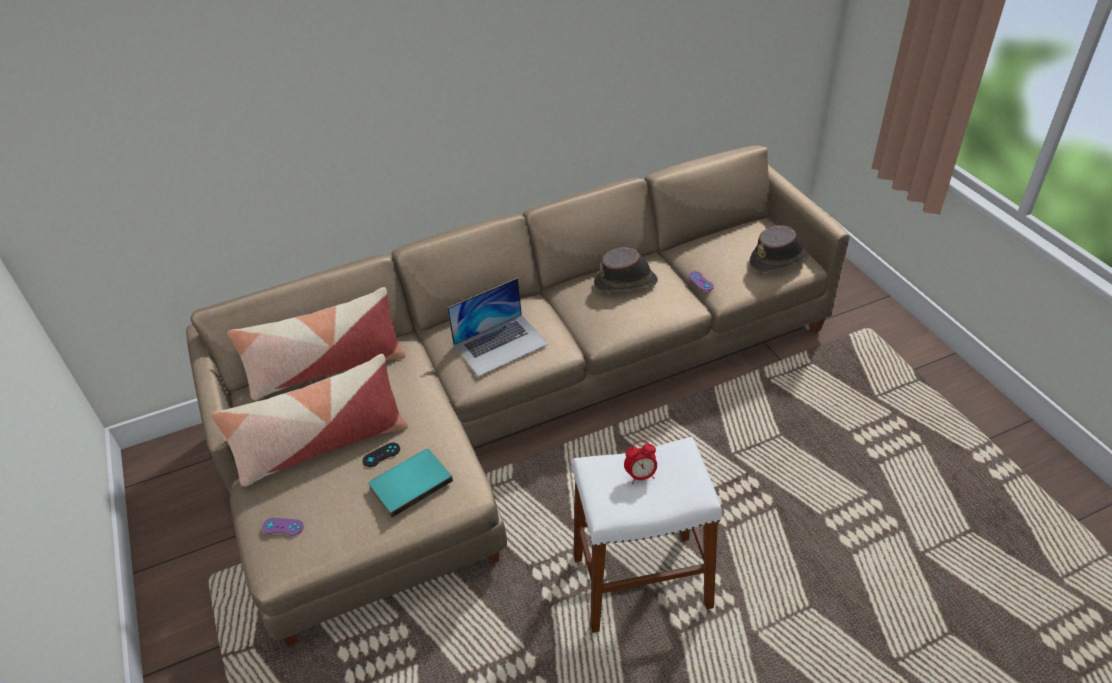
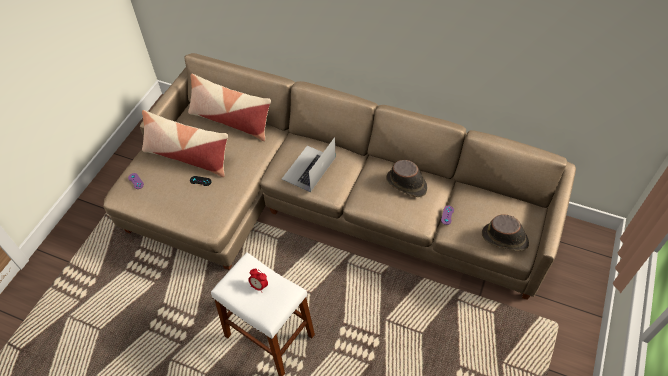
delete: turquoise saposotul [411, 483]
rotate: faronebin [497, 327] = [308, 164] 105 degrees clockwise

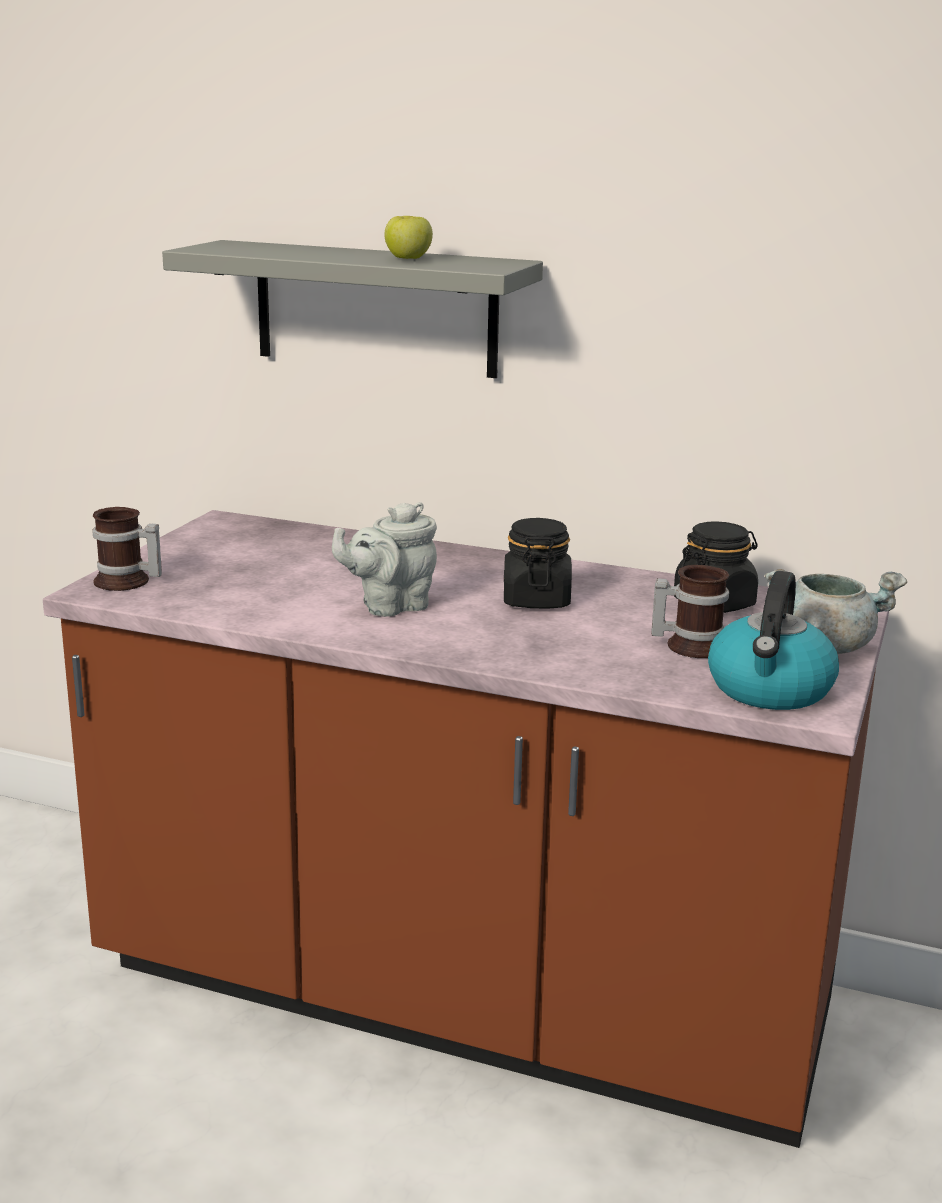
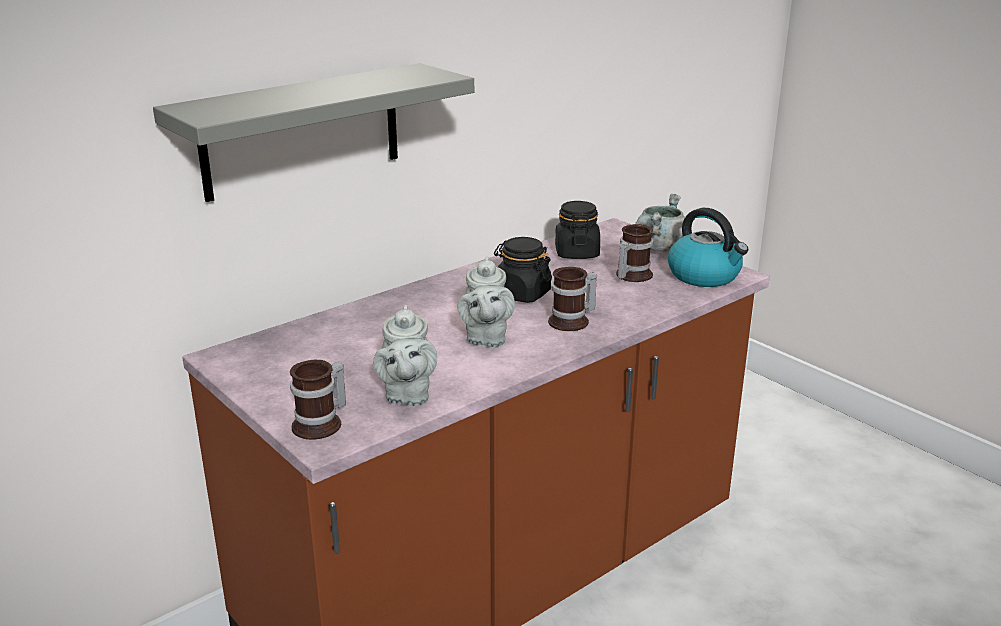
delete: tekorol [408, 237]
insert: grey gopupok [405, 355]; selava [572, 299]

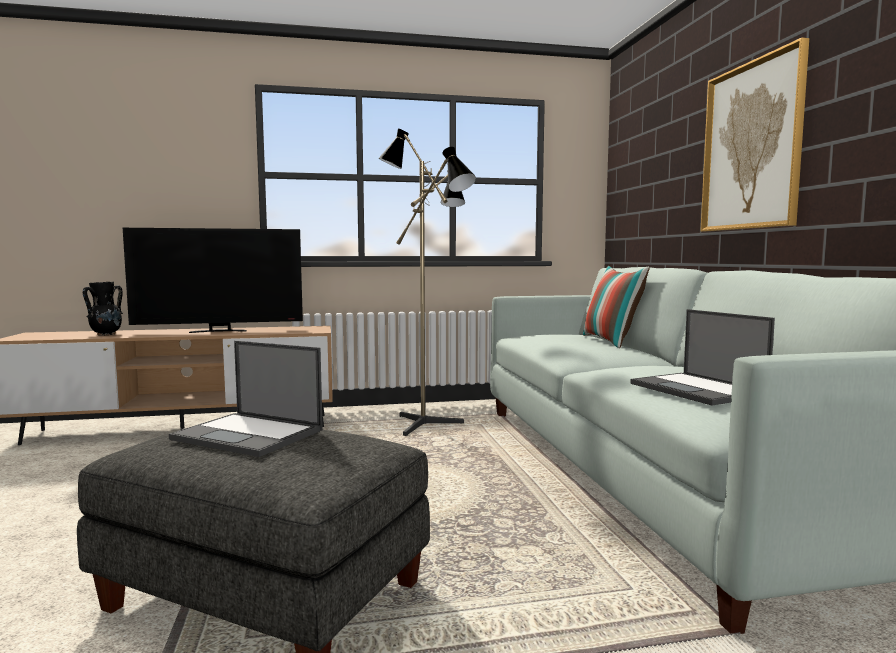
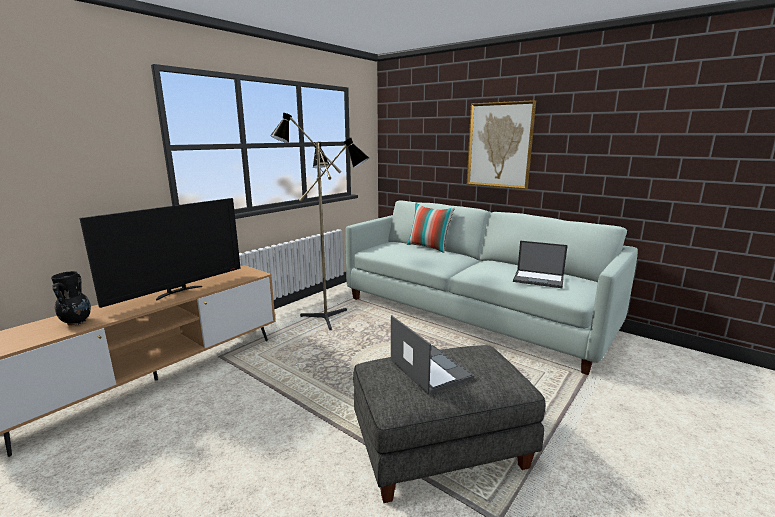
rotate: faronebin [246, 399] = [432, 355] 105 degrees counterclockwise

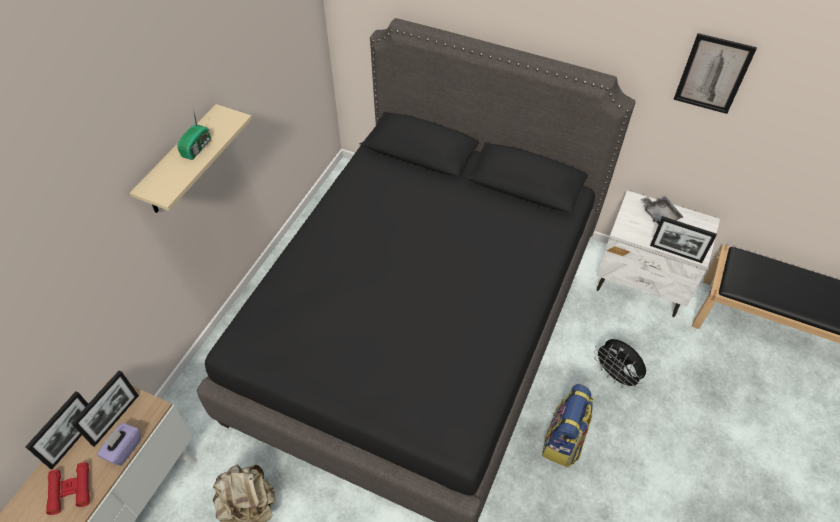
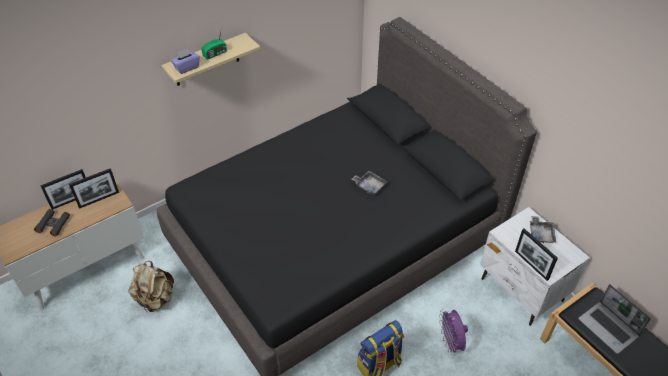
delete: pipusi [715, 73]
insert: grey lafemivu [370, 183]; faronebin [614, 319]
move: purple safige [119, 444] to [185, 61]
recolor: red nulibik [68, 488] to black nulibik [52, 222]; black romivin [620, 364] to purple romivin [453, 332]

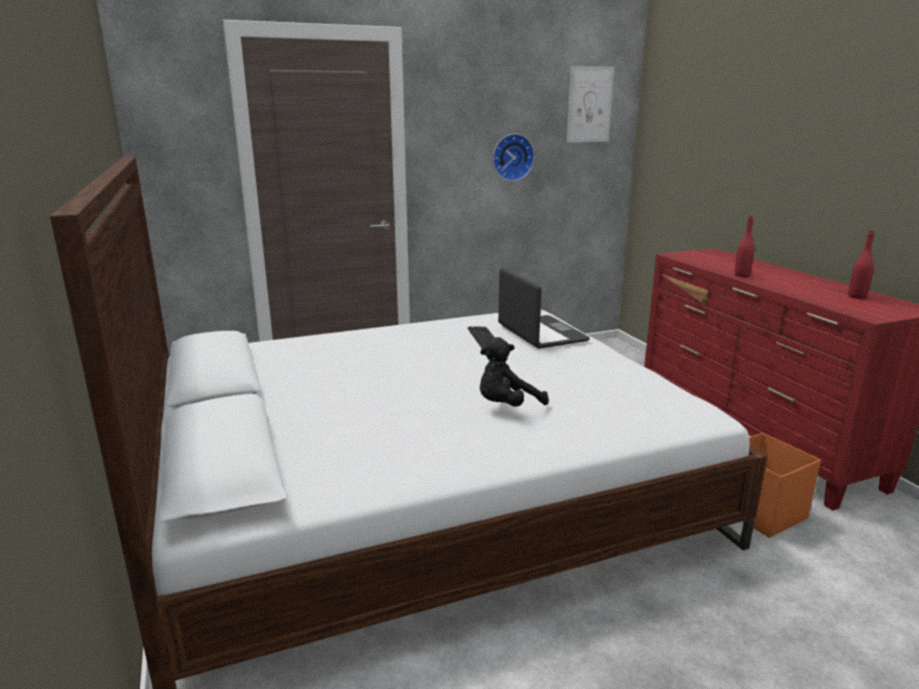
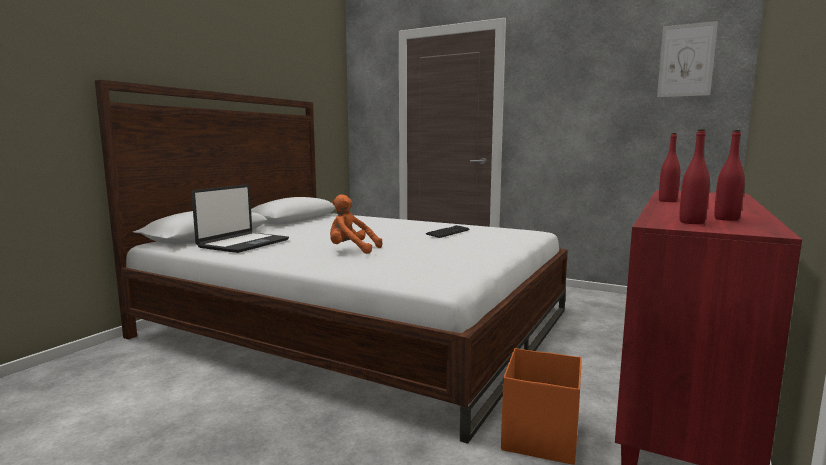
delete: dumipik [513, 157]
insert: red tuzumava [694, 176]
move: faronebin [544, 308] to [240, 218]
recolor: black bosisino [514, 372] to orange bosisino [356, 224]

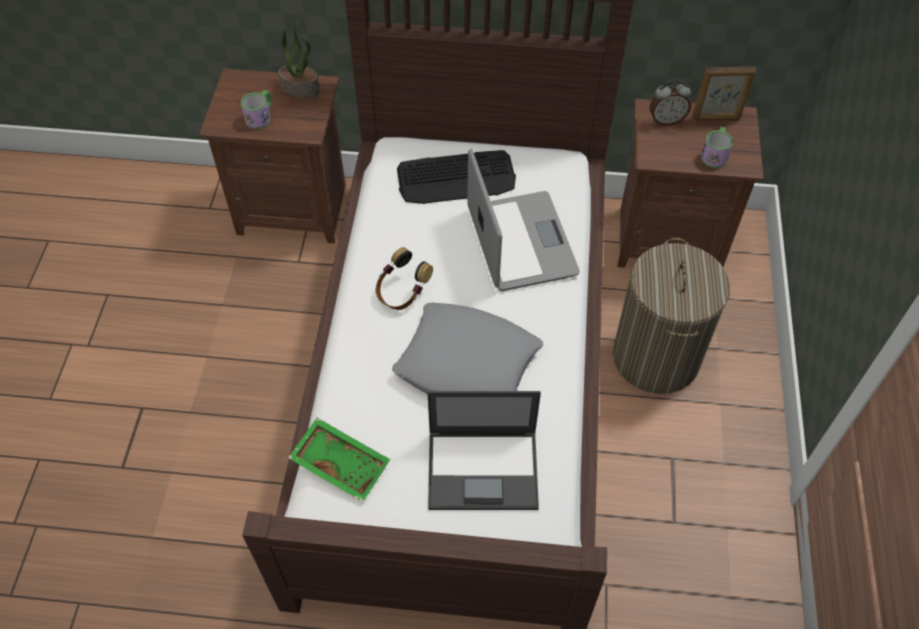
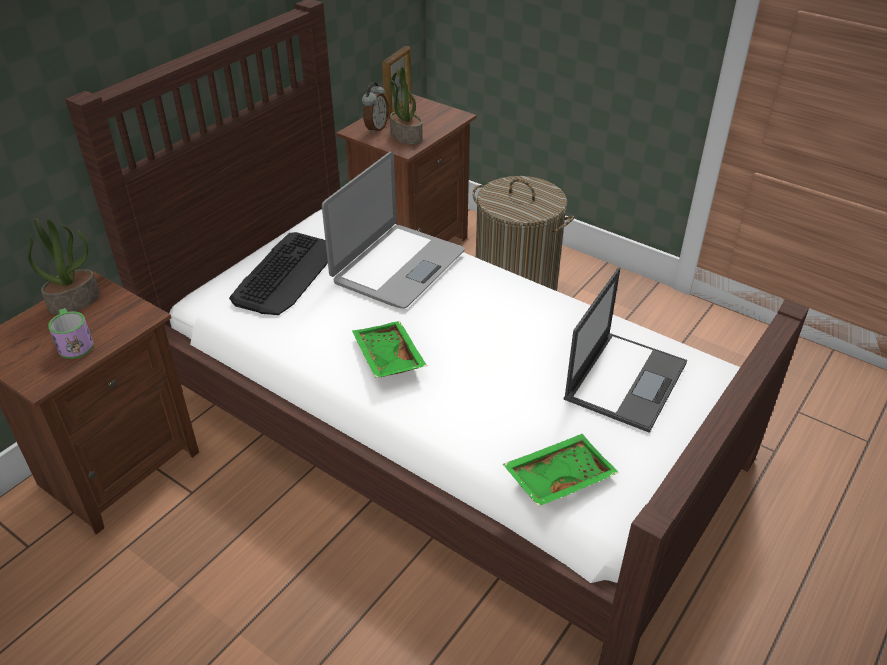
delete: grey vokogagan [467, 348]; selava [717, 147]
insert: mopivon [406, 105]
replace: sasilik [404, 278] to green lafemivu [389, 349]
rotate: faronebin [523, 220] = [393, 230] 105 degrees clockwise

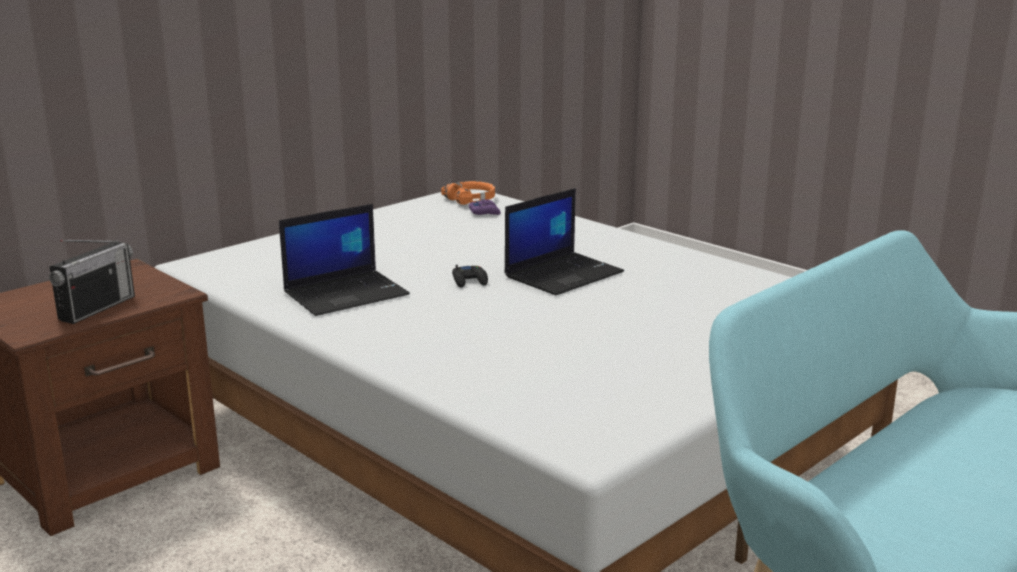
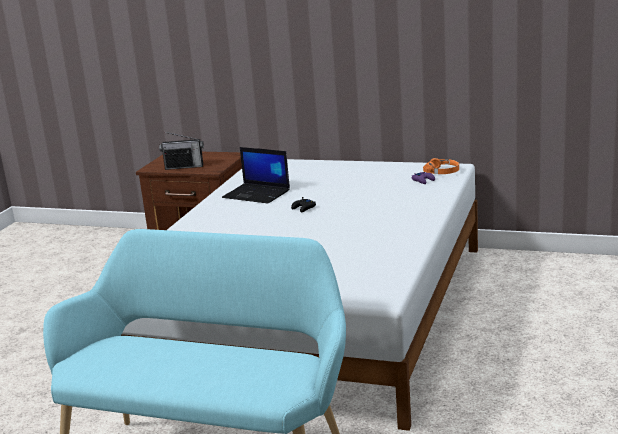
delete: faronebin [564, 241]

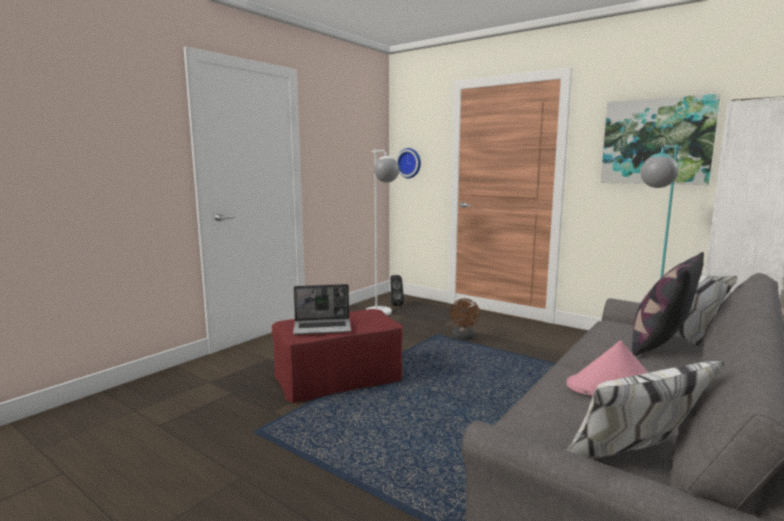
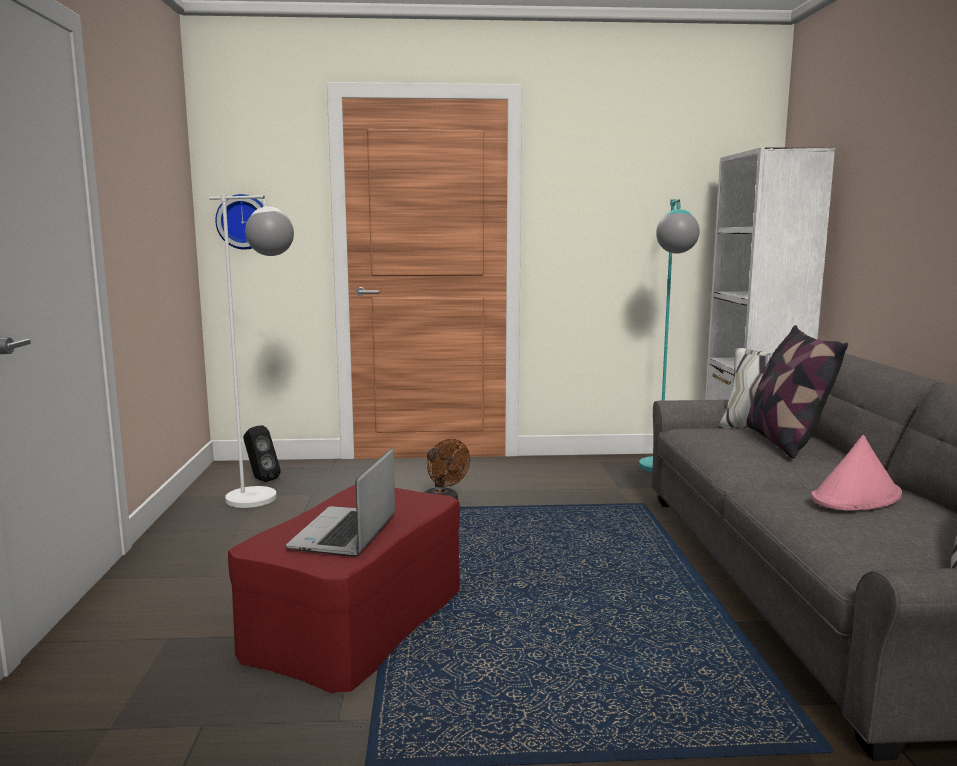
delete: pipusi [661, 139]
rotate: faronebin [322, 309] = [340, 502] 150 degrees clockwise

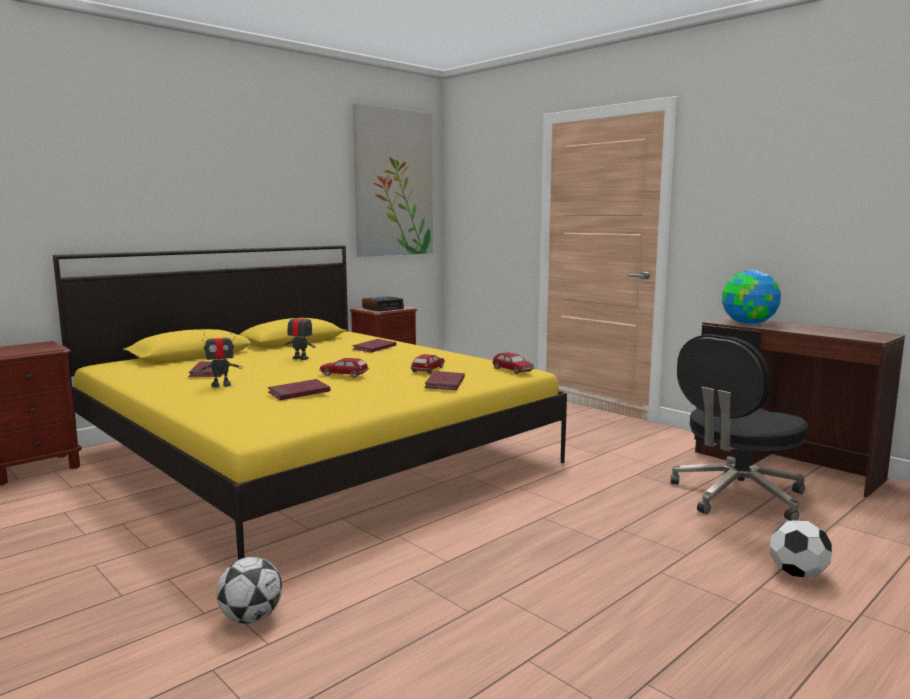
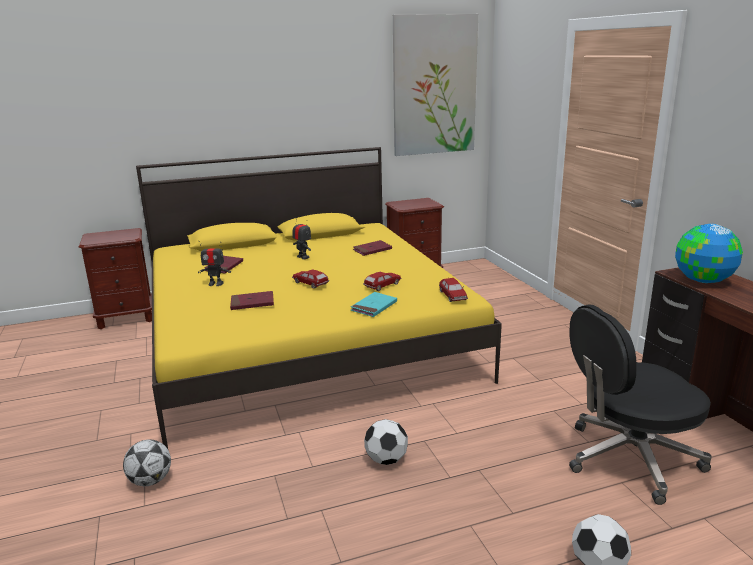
delete: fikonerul [383, 303]
insert: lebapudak [386, 442]
recolor: red saposotul [444, 380] to turquoise saposotul [374, 304]

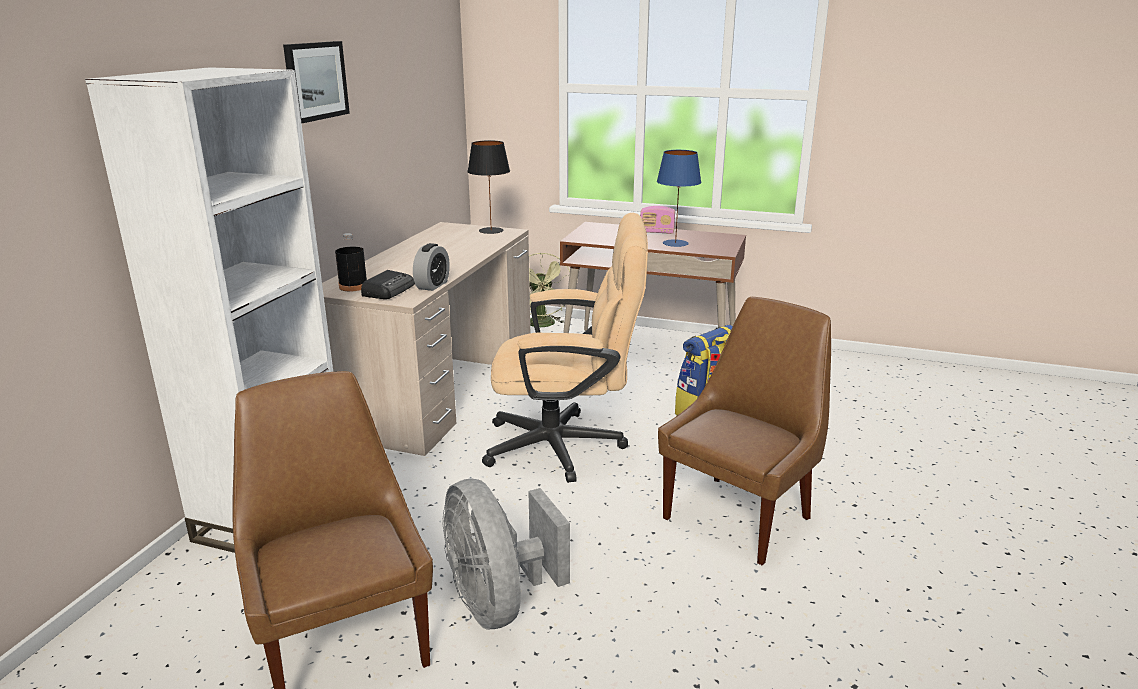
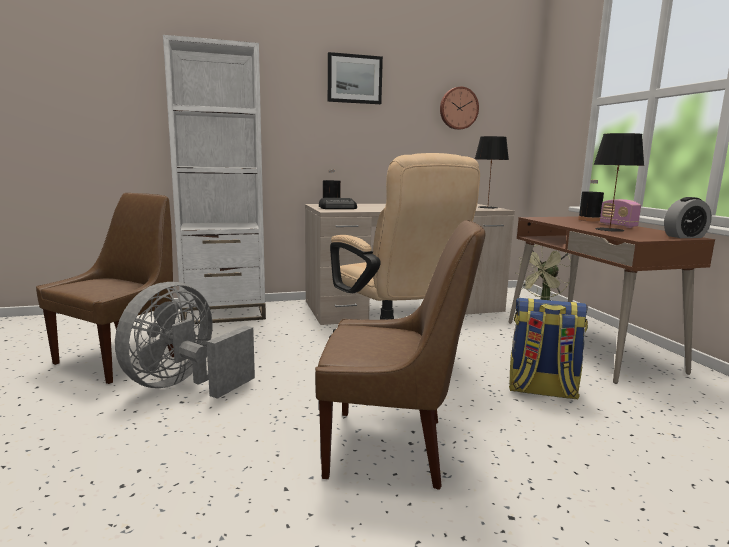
insert: dumipik [459, 108]; black tuzumava [591, 200]
move: fikonerul [431, 267] to [688, 217]
recolor: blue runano [679, 198] to black runano [618, 182]

